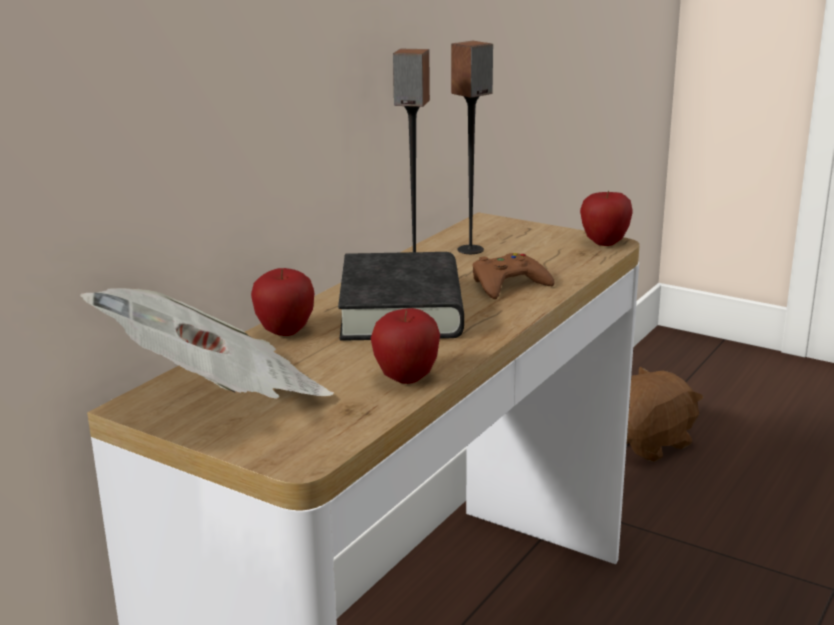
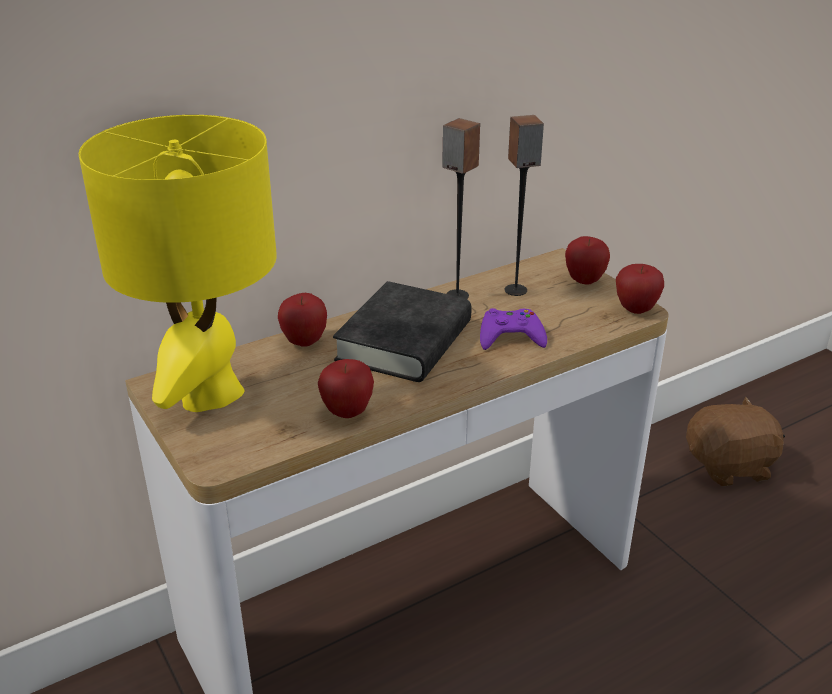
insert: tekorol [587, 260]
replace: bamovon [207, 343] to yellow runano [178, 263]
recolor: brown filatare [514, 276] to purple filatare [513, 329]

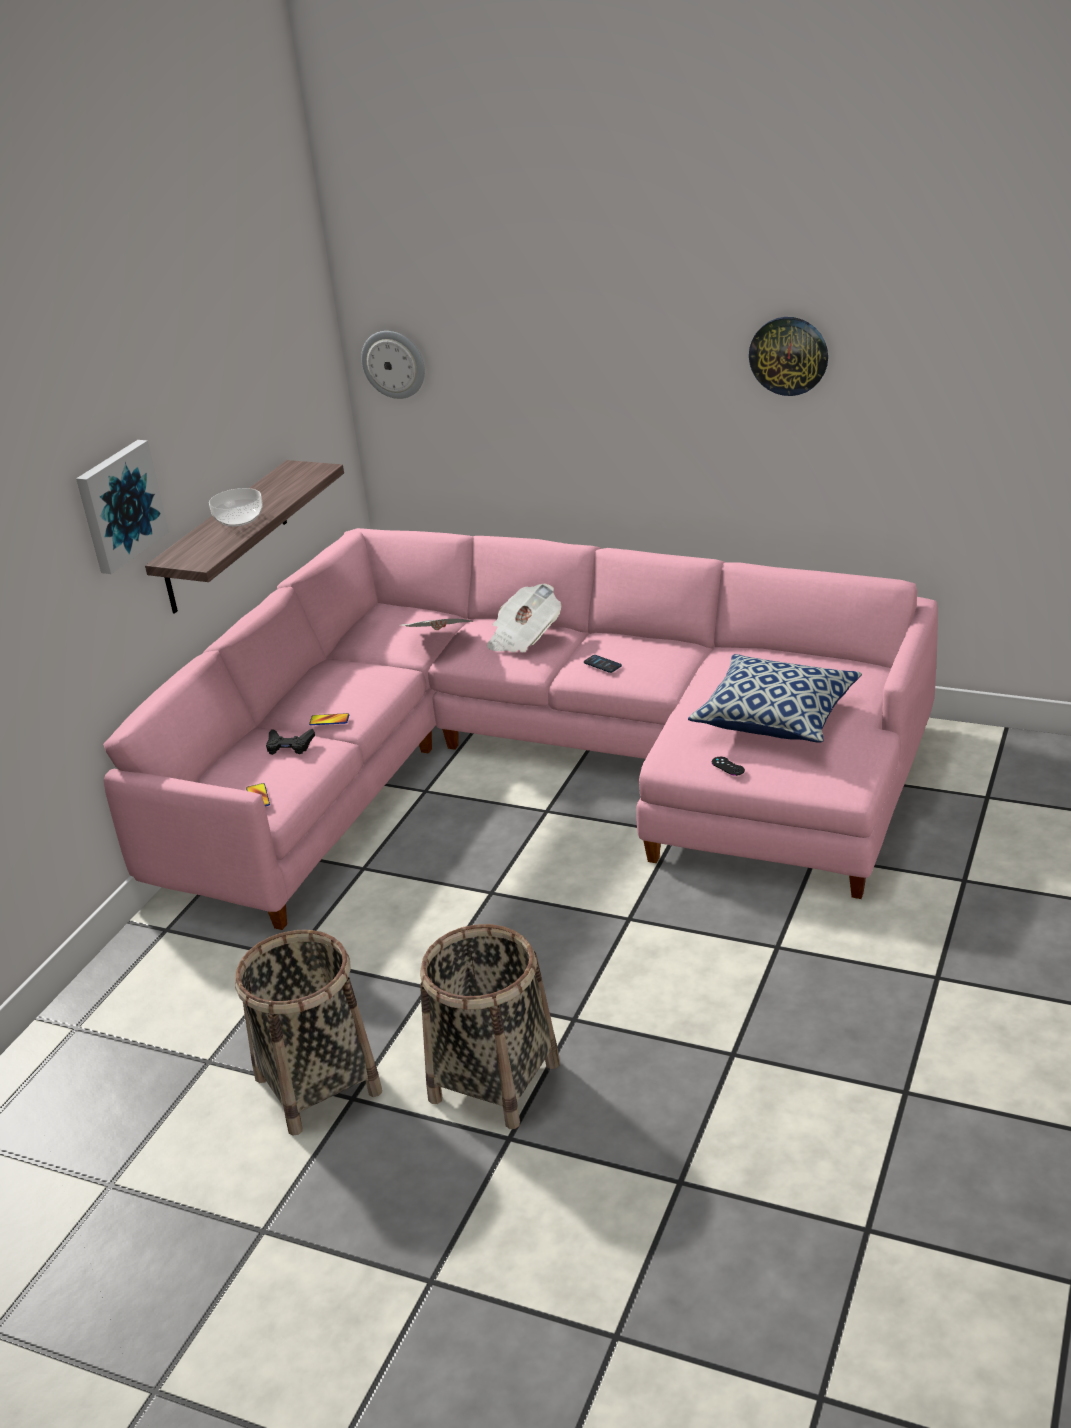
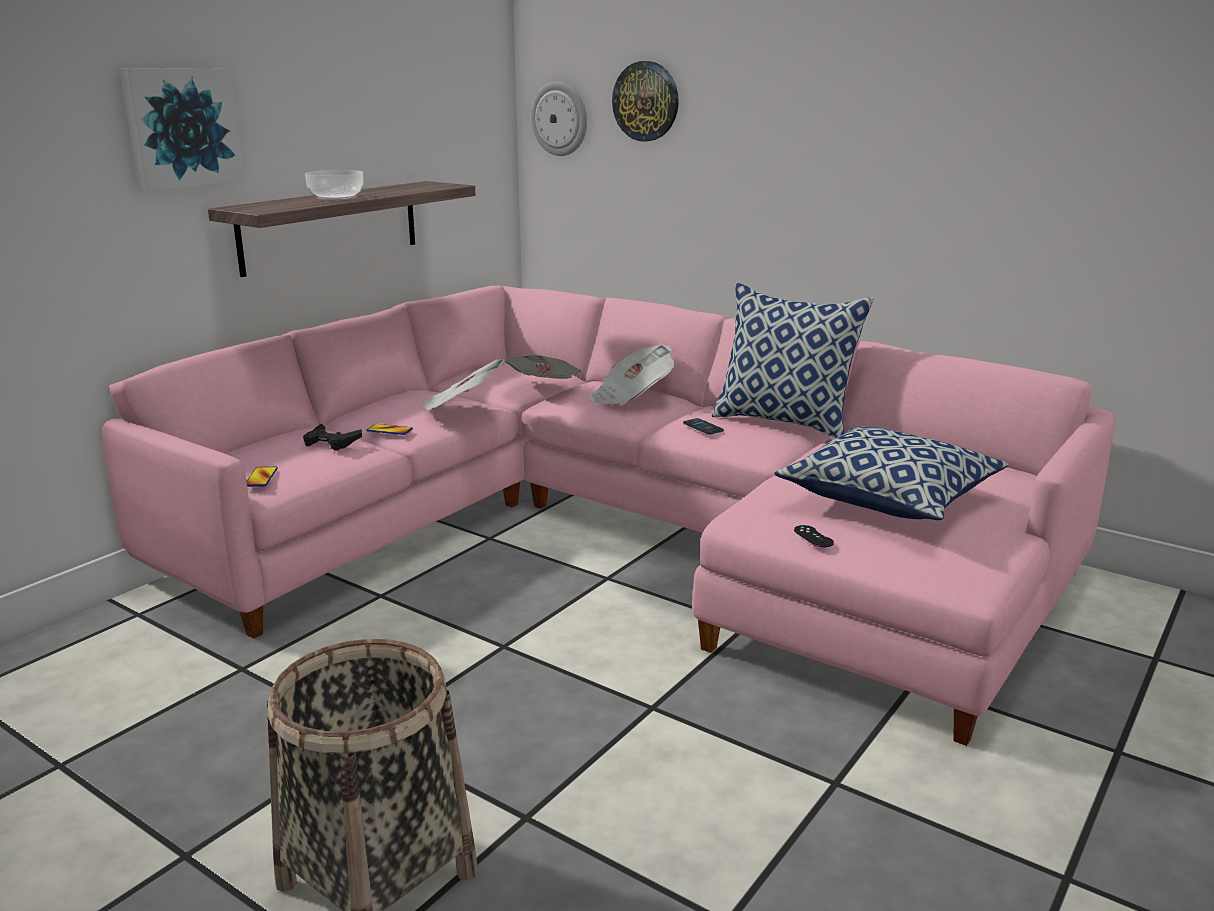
delete: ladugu [308, 1033]
insert: bamovon [464, 385]; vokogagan [792, 360]
move: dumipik [788, 356] to [645, 101]

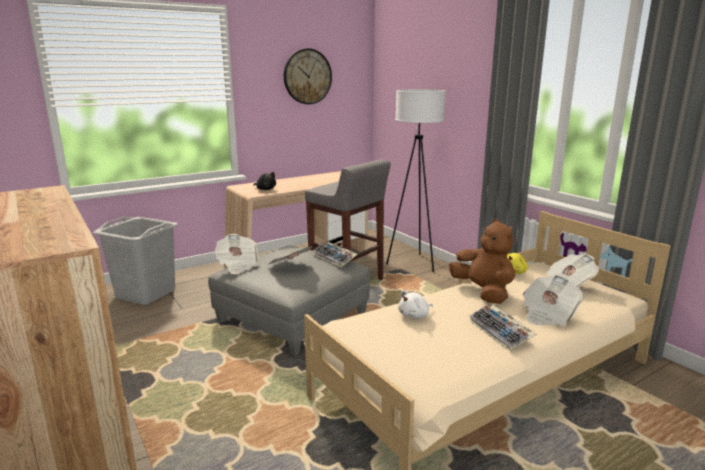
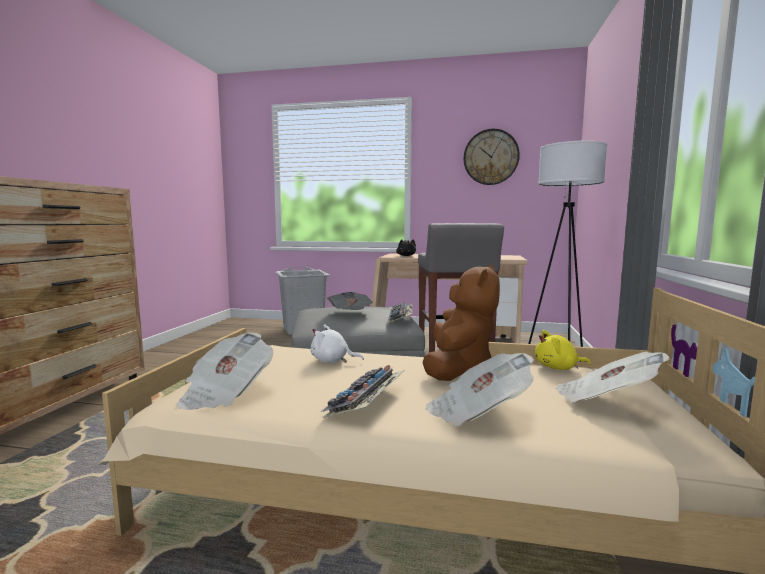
move: bamovon [236, 254] to [225, 371]

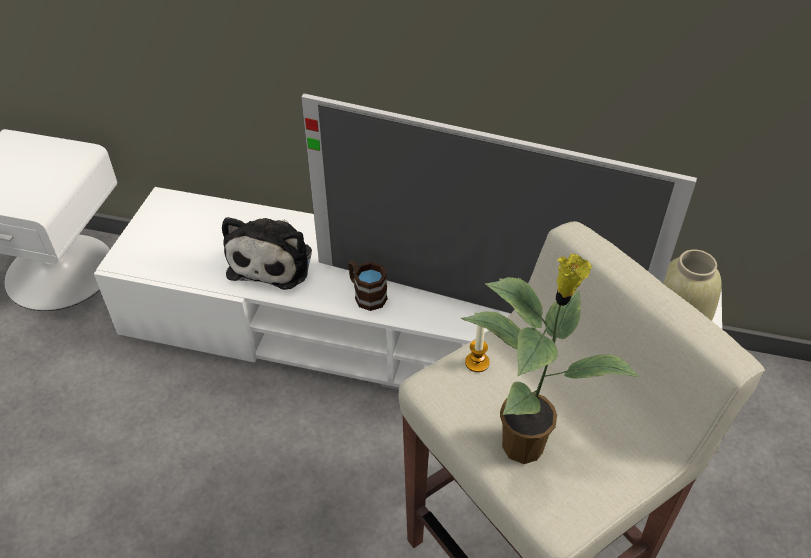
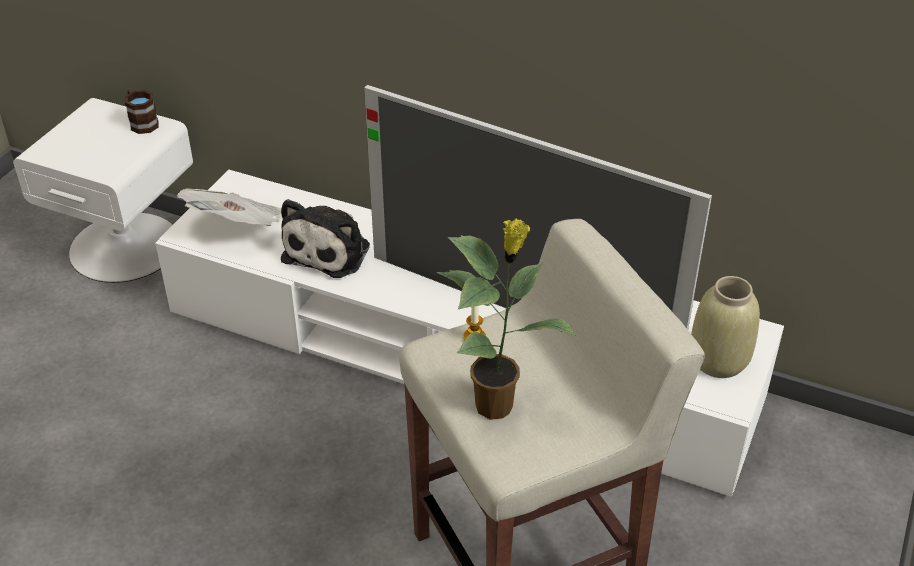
insert: bamovon [229, 207]
move: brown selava [368, 286] to [142, 111]

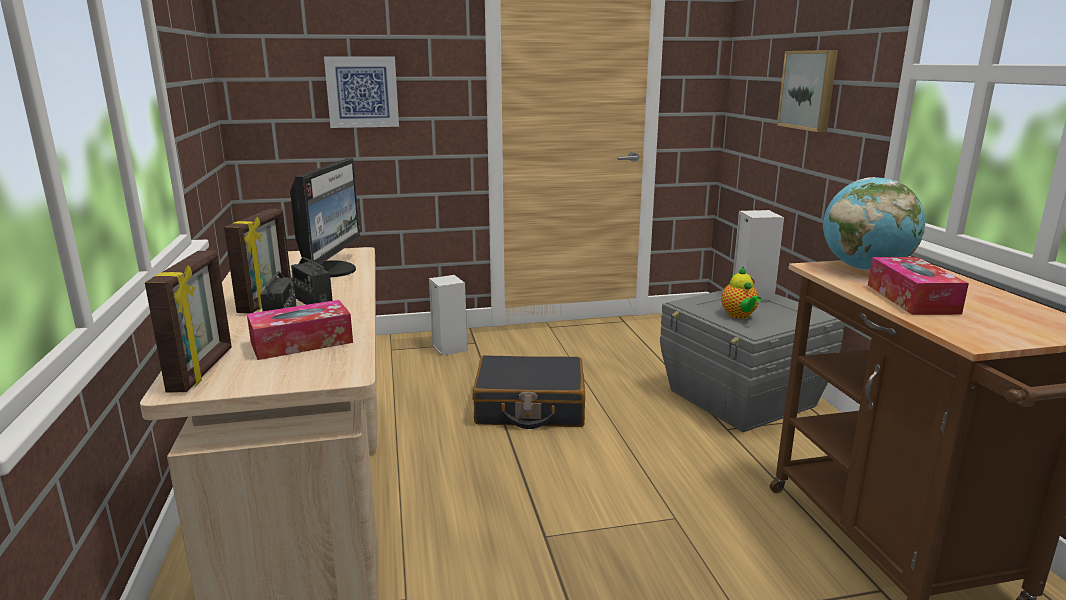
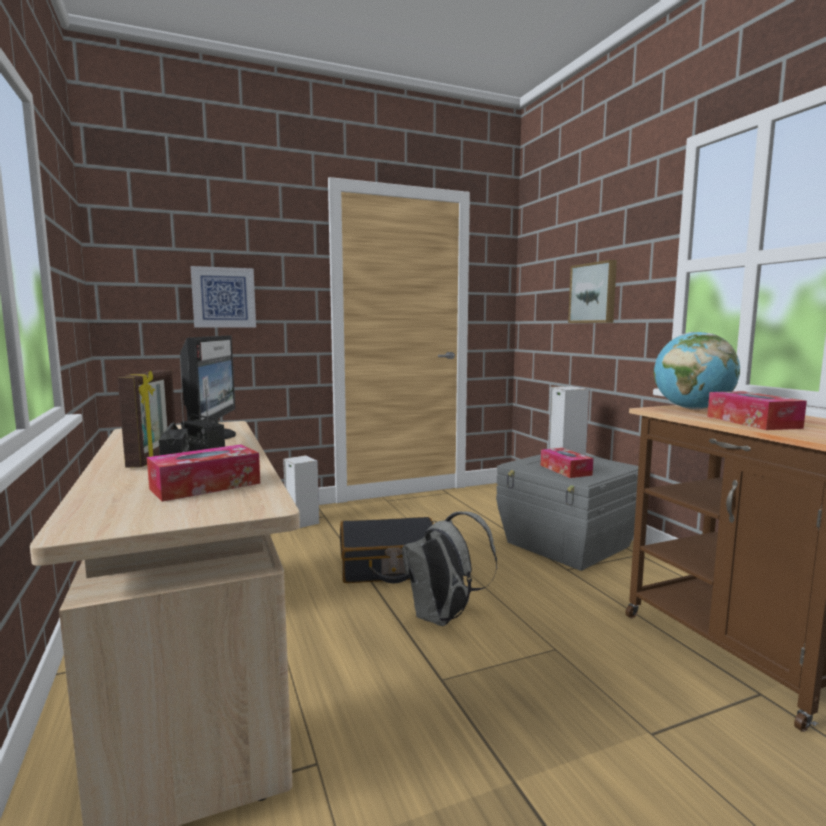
delete: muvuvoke [188, 321]
insert: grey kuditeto [449, 568]
replace: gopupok [741, 292] to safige [567, 463]

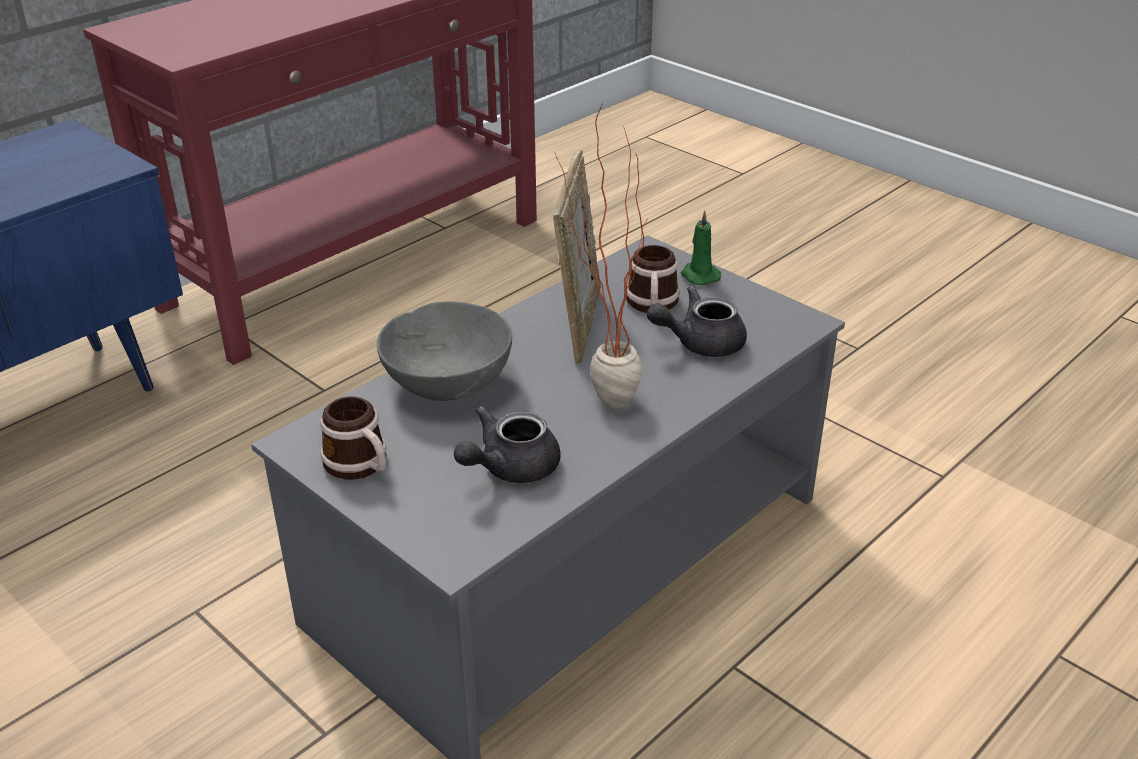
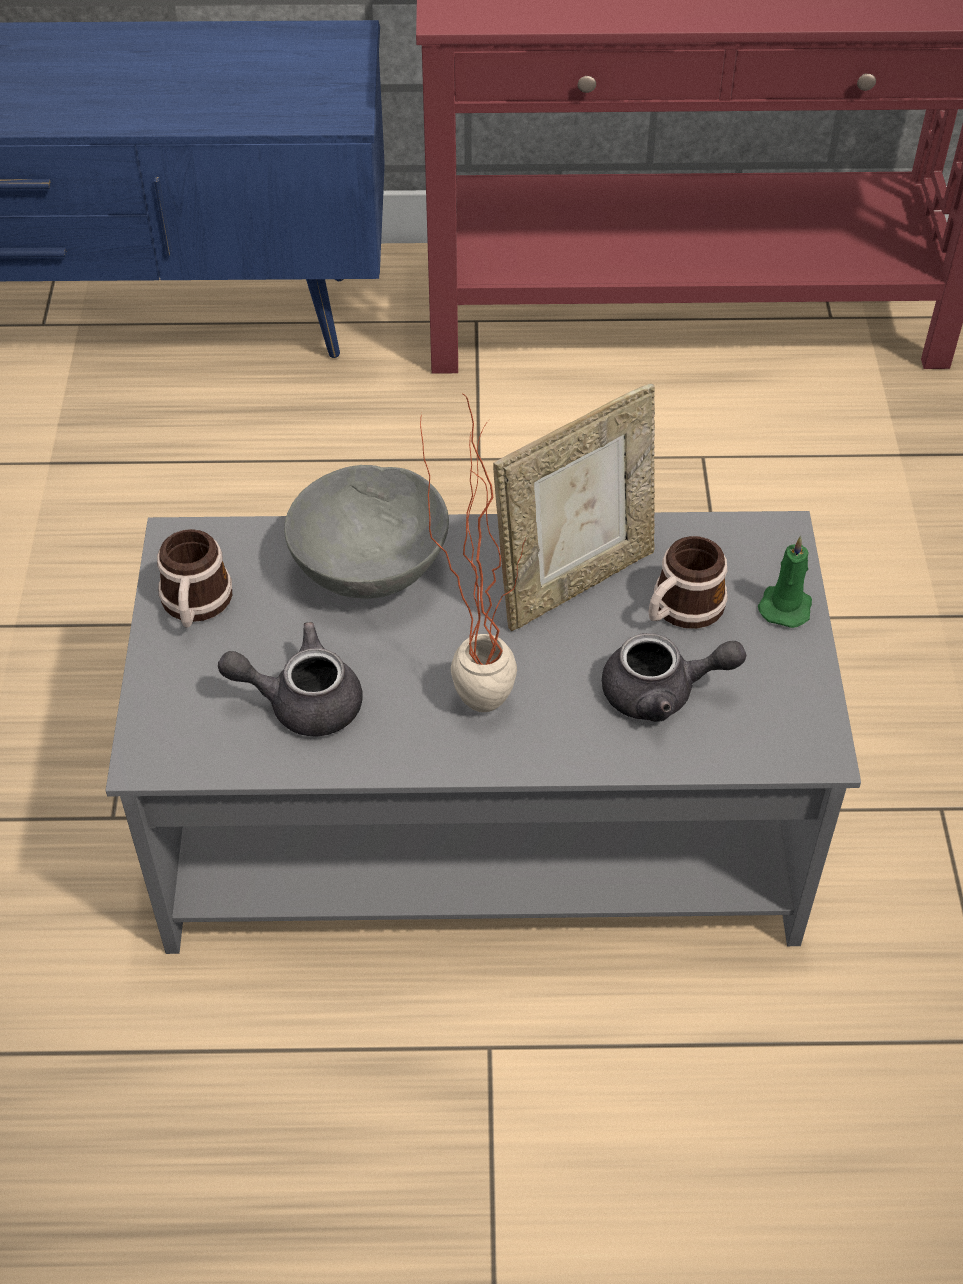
rotate: grey gopupok [697, 321] = [674, 677] 150 degrees clockwise

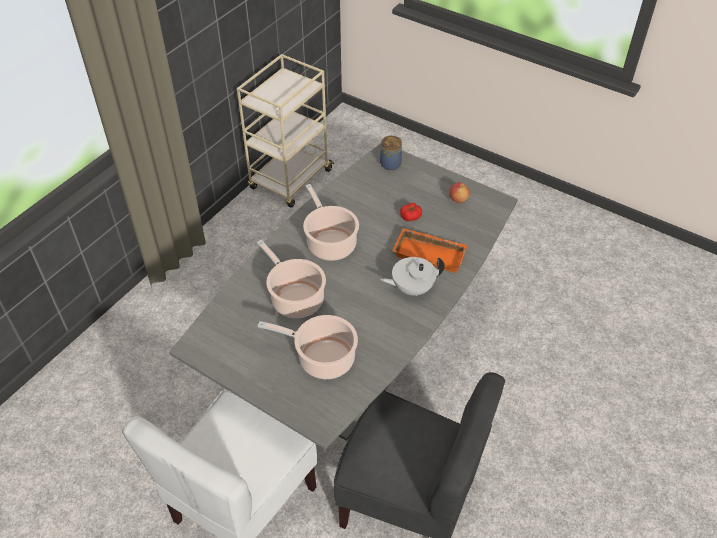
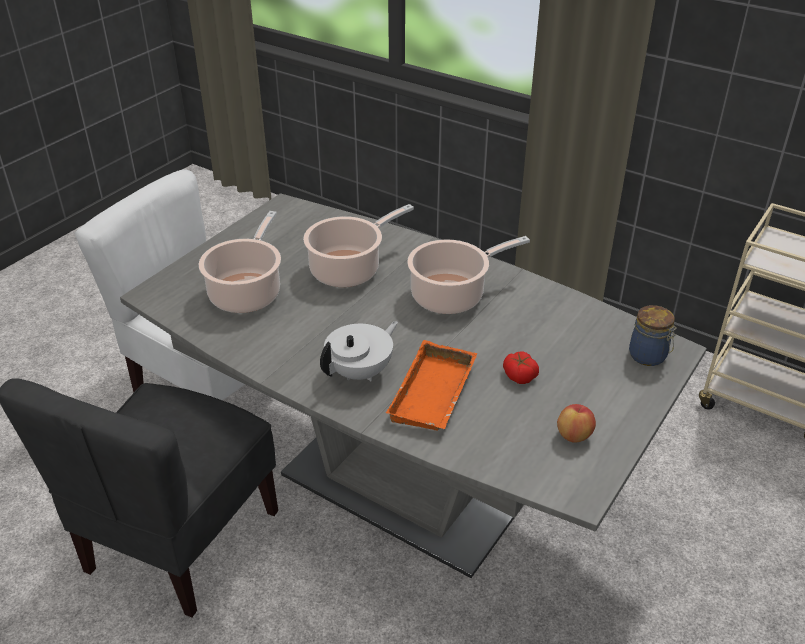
rotate: white gopupok [412, 276] = [359, 351] 60 degrees clockwise

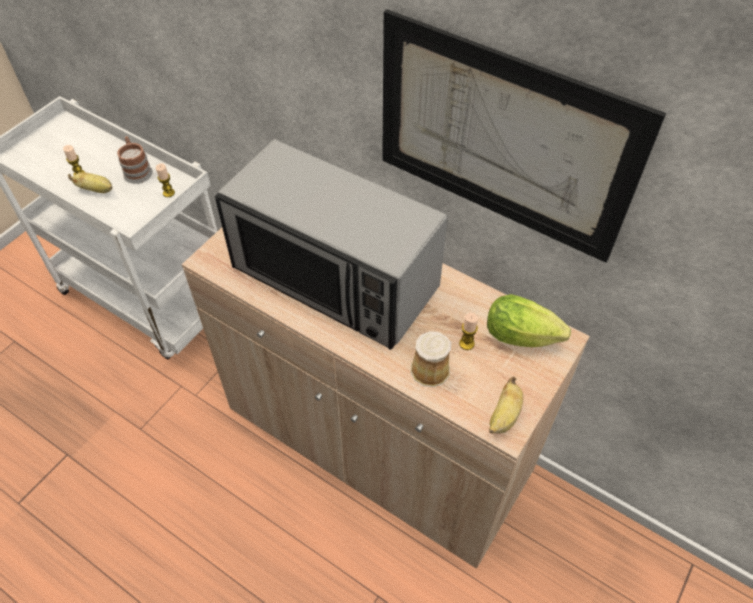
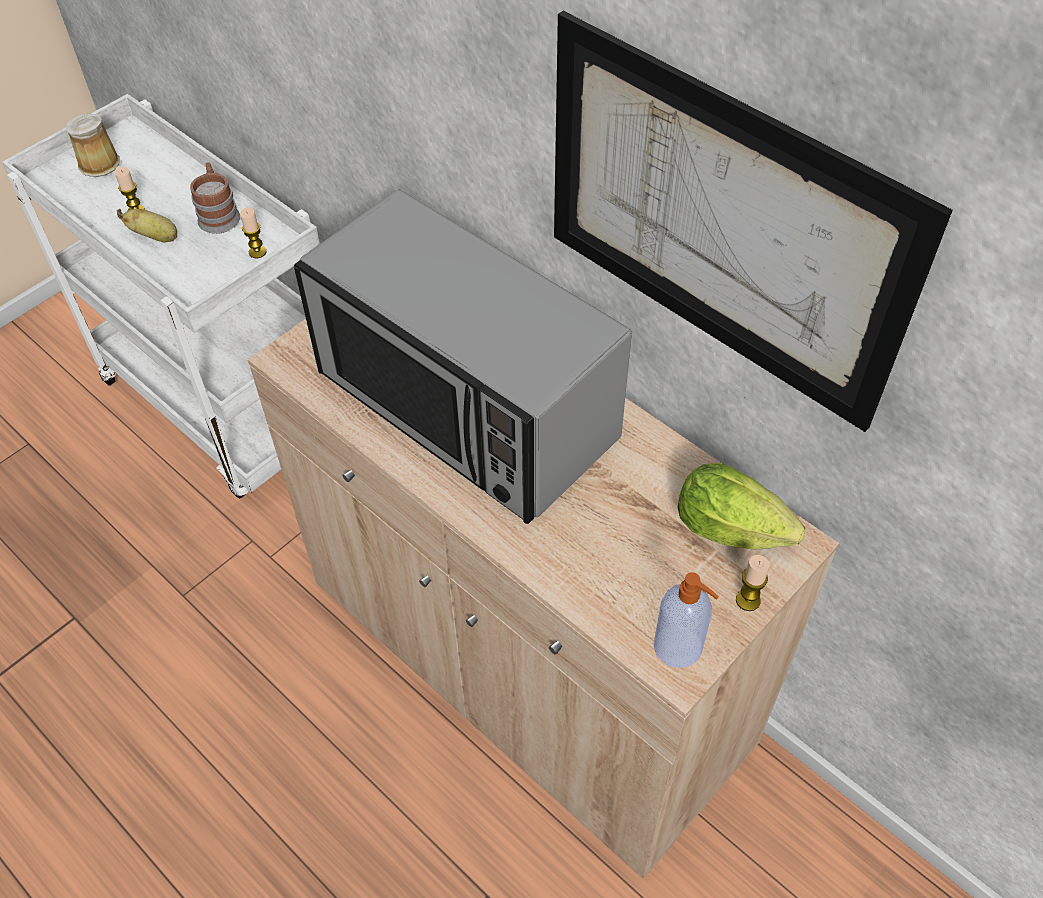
move: selava [430, 359] to [93, 145]; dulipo [468, 331] to [753, 583]
replace: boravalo [506, 405] to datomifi [686, 620]

